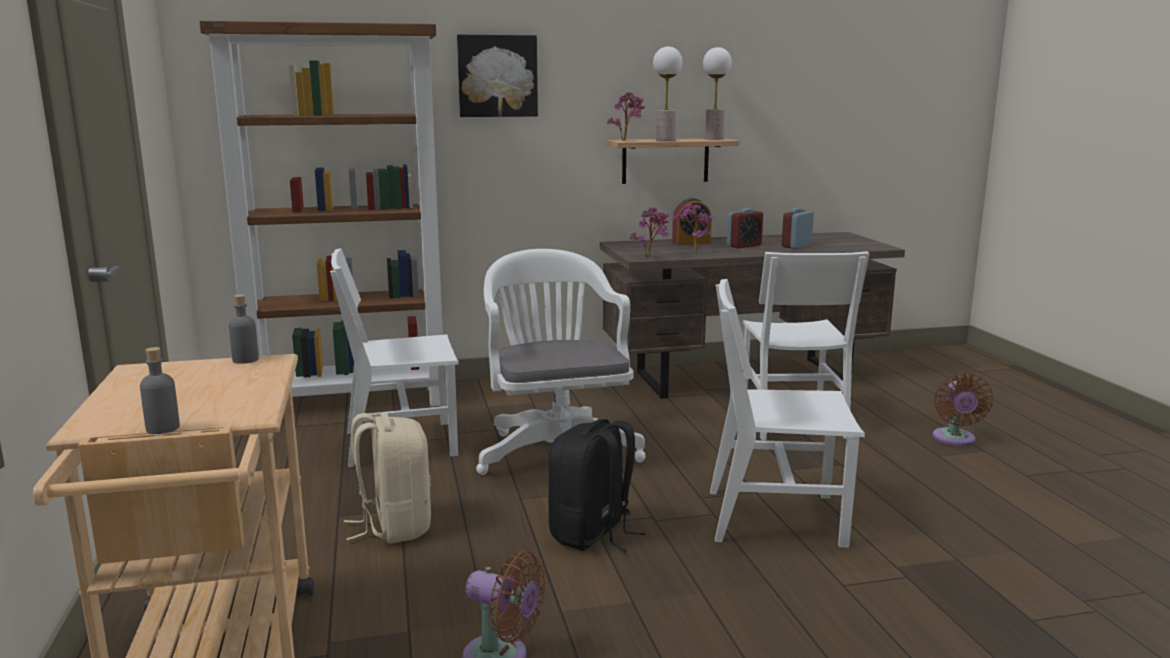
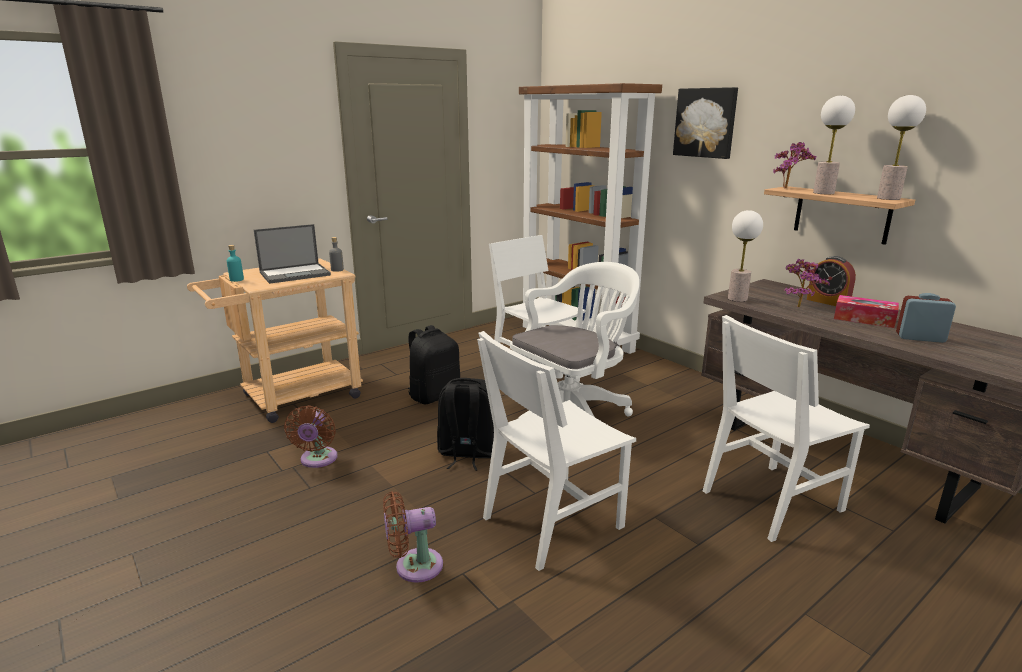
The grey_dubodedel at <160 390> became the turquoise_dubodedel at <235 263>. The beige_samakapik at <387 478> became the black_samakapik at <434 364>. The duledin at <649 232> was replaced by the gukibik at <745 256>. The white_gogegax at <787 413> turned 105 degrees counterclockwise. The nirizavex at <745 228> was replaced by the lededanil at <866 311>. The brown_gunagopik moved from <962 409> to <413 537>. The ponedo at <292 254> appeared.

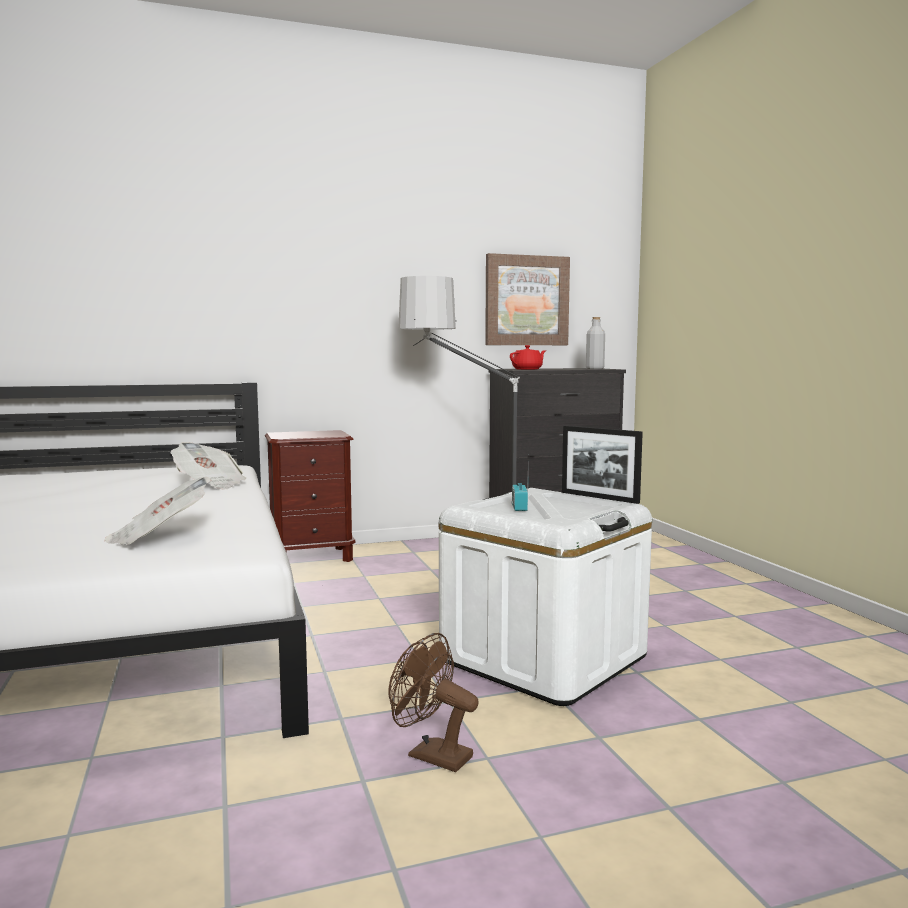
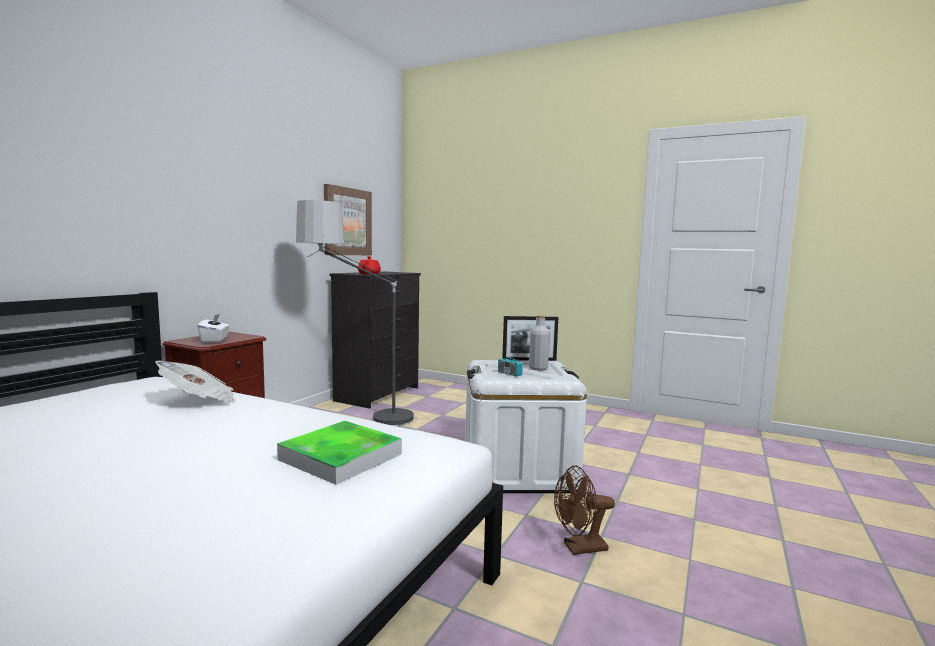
The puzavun at <157 511> was replaced by the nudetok at <339 453>. The grey_dubodedel moved from <595 343> to <539 343>. The white_lededanil at <214 328> appeared.

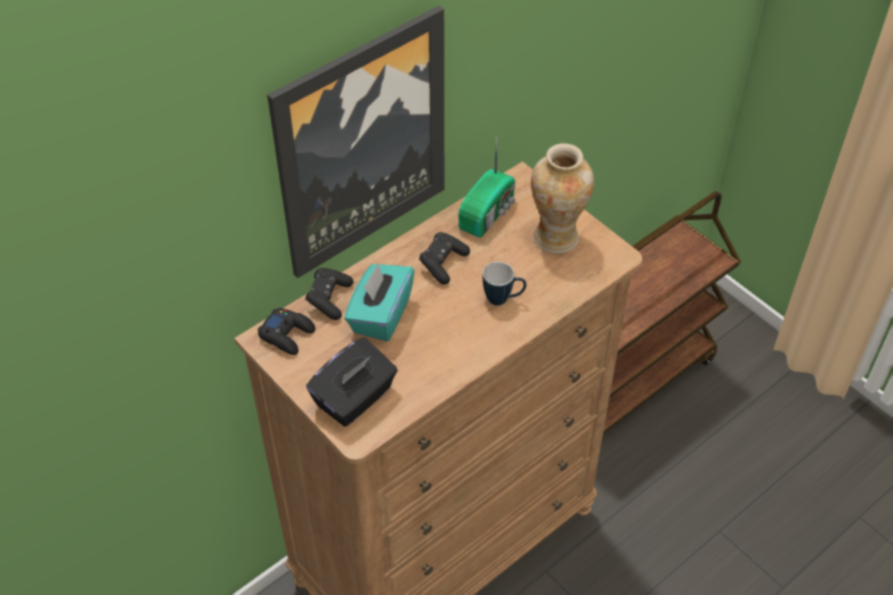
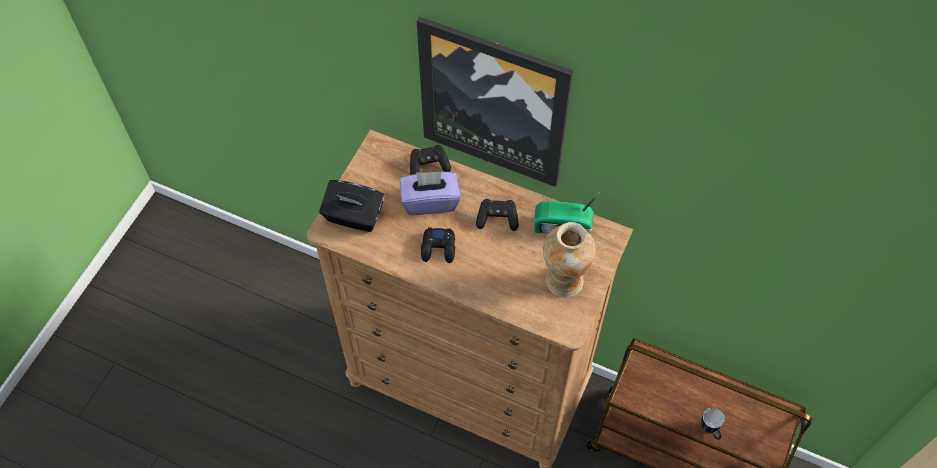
The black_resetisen moved from <286 331> to <438 245>. The turquoise_lededanil at <379 302> became the purple_lededanil at <430 193>. The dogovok moved from <504 283> to <713 424>.

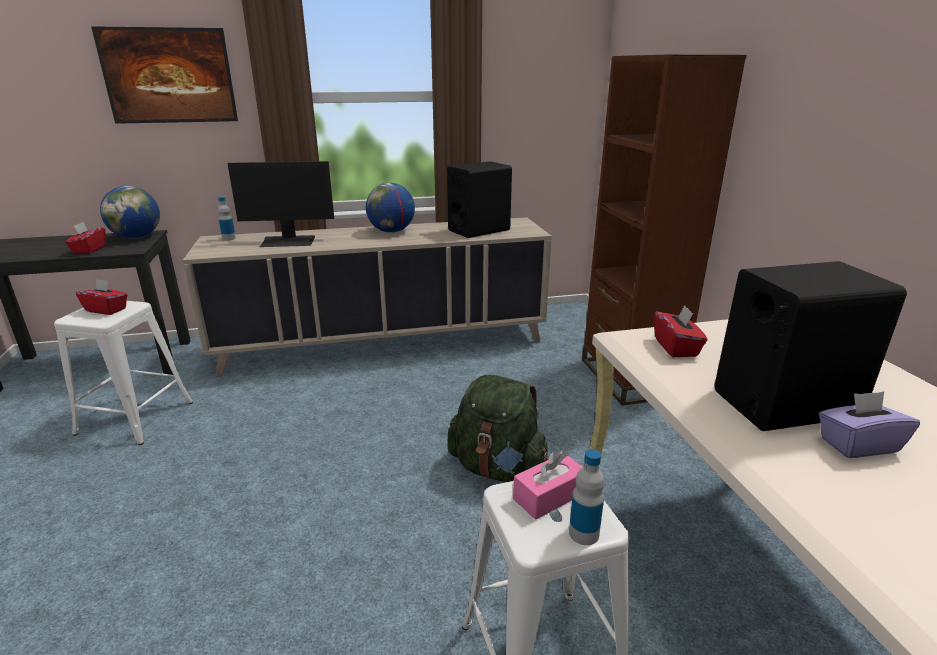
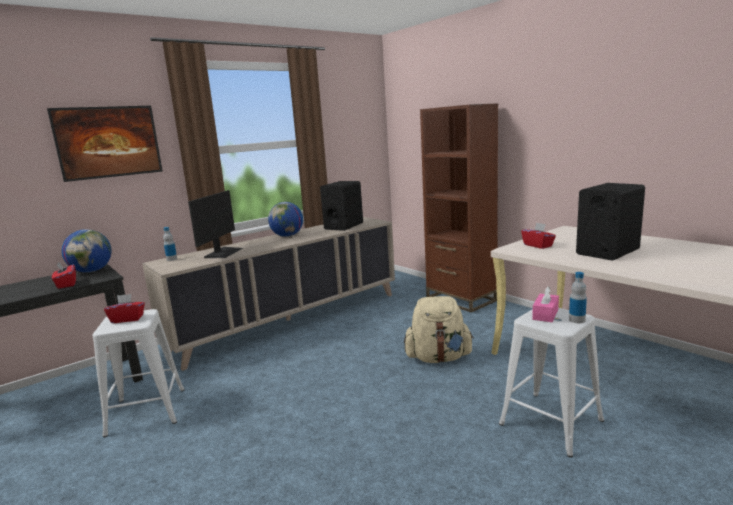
The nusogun at <280 204> turned 45 degrees counterclockwise. The green_samakapik at <498 428> became the beige_samakapik at <439 329>. The purple_lededanil at <869 424> disappeared.

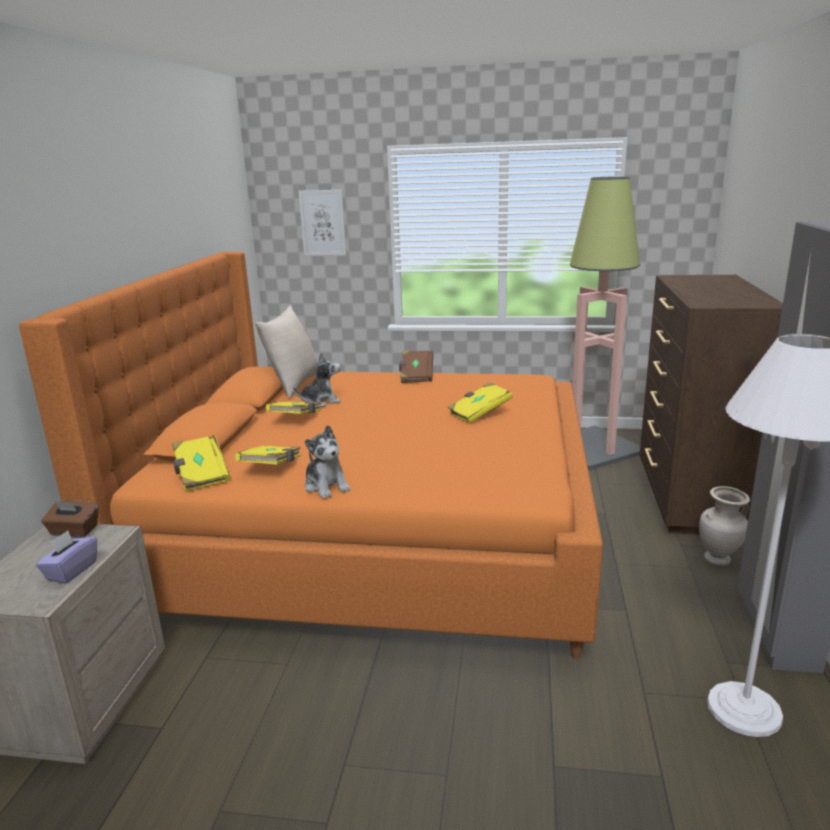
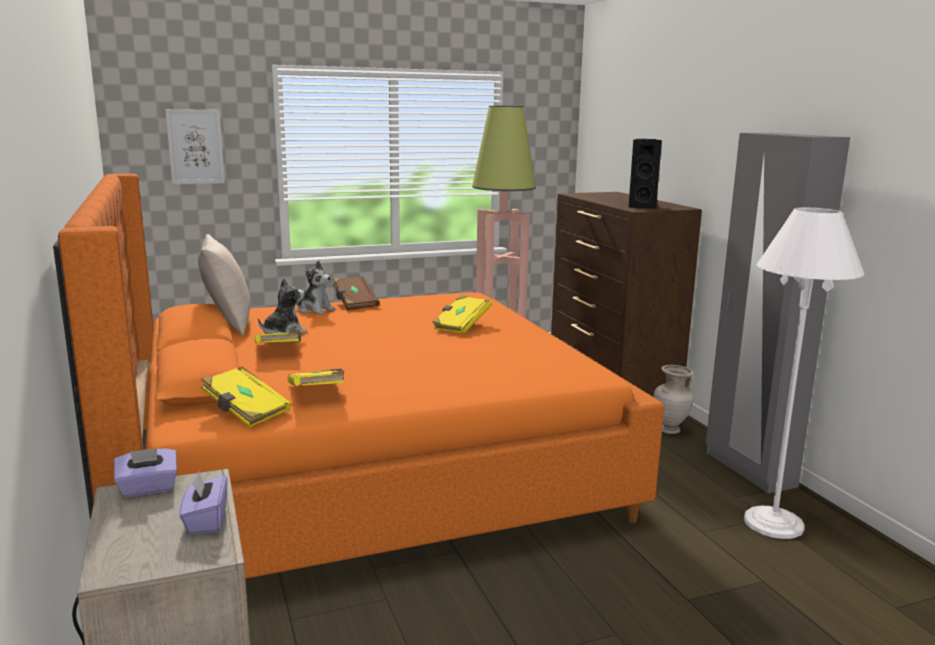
The brown_lededanil at <69 518> became the purple_lededanil at <145 473>. The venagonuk moved from <328 462> to <316 287>. The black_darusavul at <645 174> appeared.

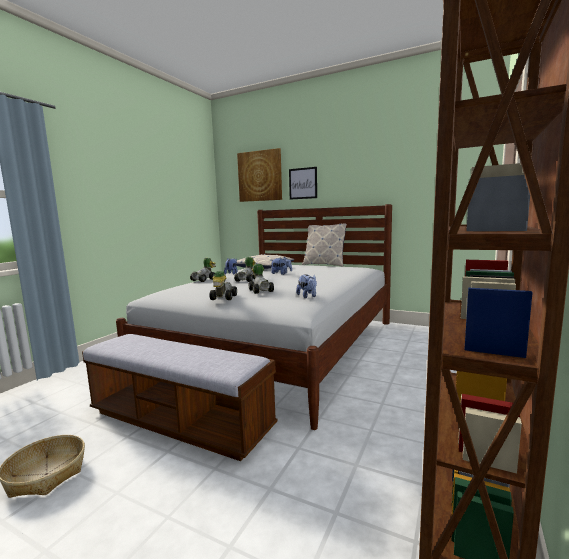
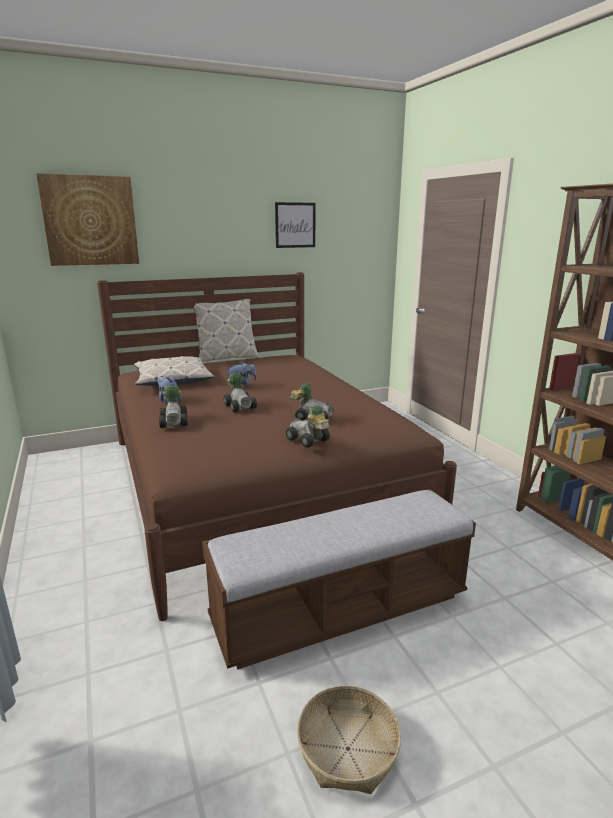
The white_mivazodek at <254 317> became the brown_mivazodek at <277 446>. The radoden moved from <303 183> to <295 225>. The venagonuk at <306 286> disappeared.

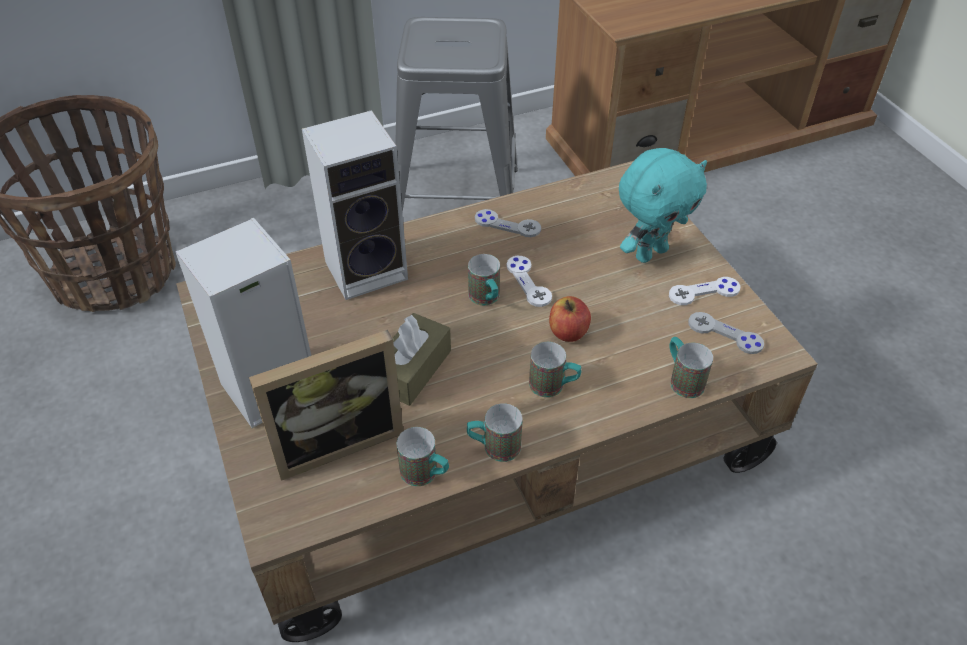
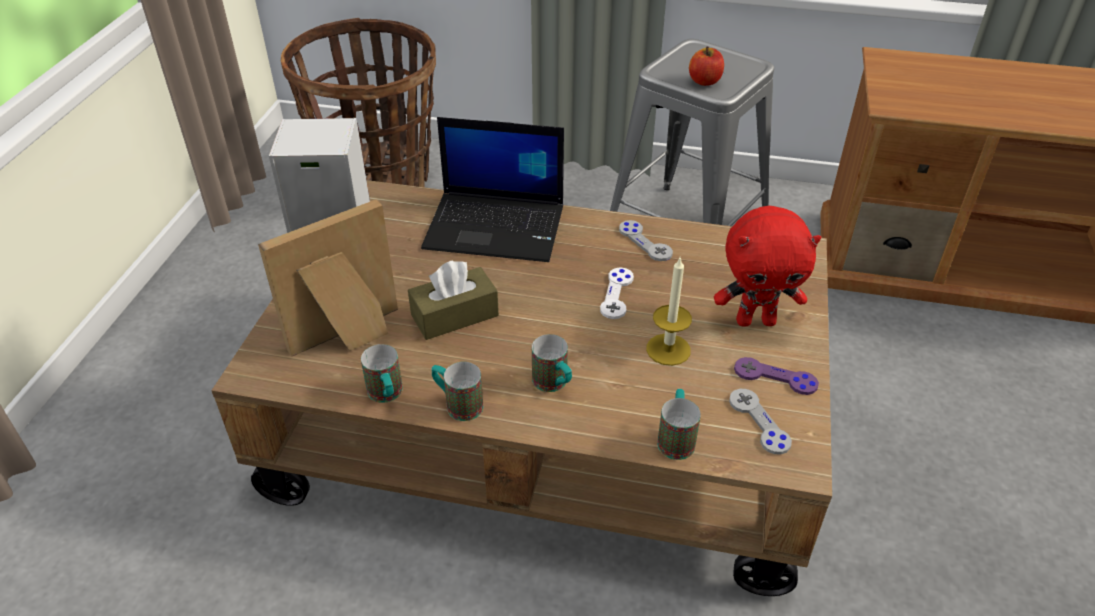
The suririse at <326 405> turned 135 degrees clockwise. The darusavul at <355 205> was replaced by the ponedo at <492 189>. The dogovok at <484 279> disappeared. The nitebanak moved from <570 319> to <706 66>. The turquoise_venagonuk at <663 205> became the red_venagonuk at <767 266>. The white_resetisen at <704 291> became the purple_resetisen at <776 376>. The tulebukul at <669 312> appeared.

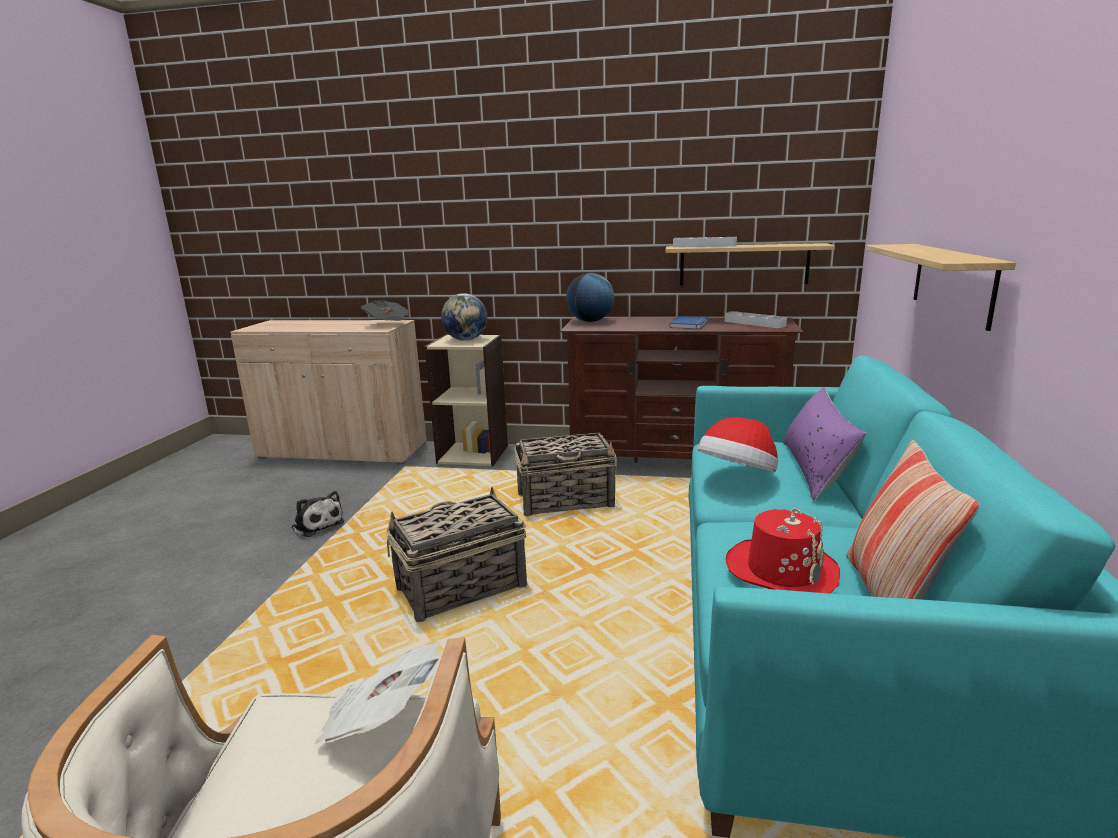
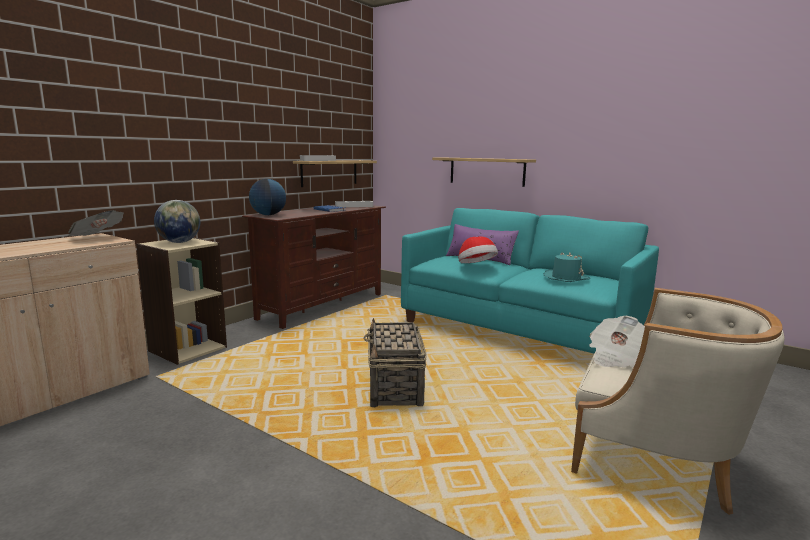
The venagonuk at <318 514> disappeared. The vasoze at <566 474> disappeared. The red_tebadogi at <783 551> became the turquoise_tebadogi at <566 267>. The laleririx at <913 519> disappeared.

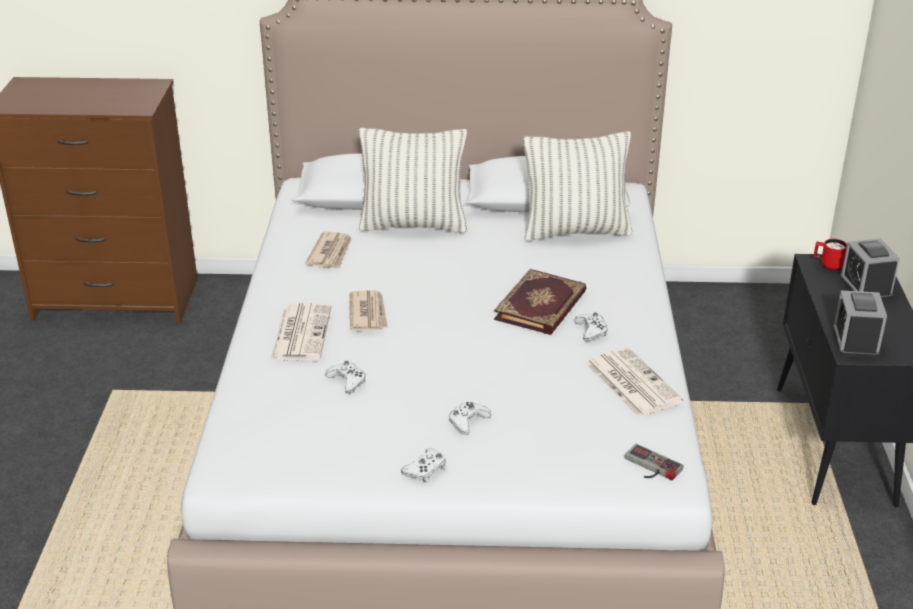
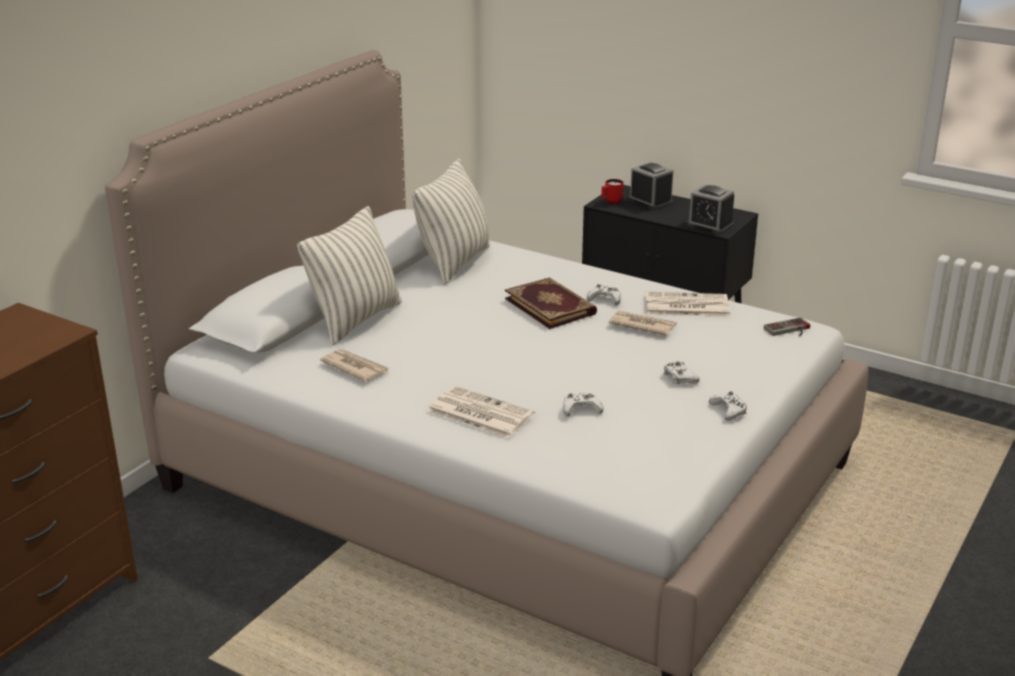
The puzavun moved from <369 310> to <643 322>. The nirizavex at <869 269> turned 150 degrees counterclockwise.

